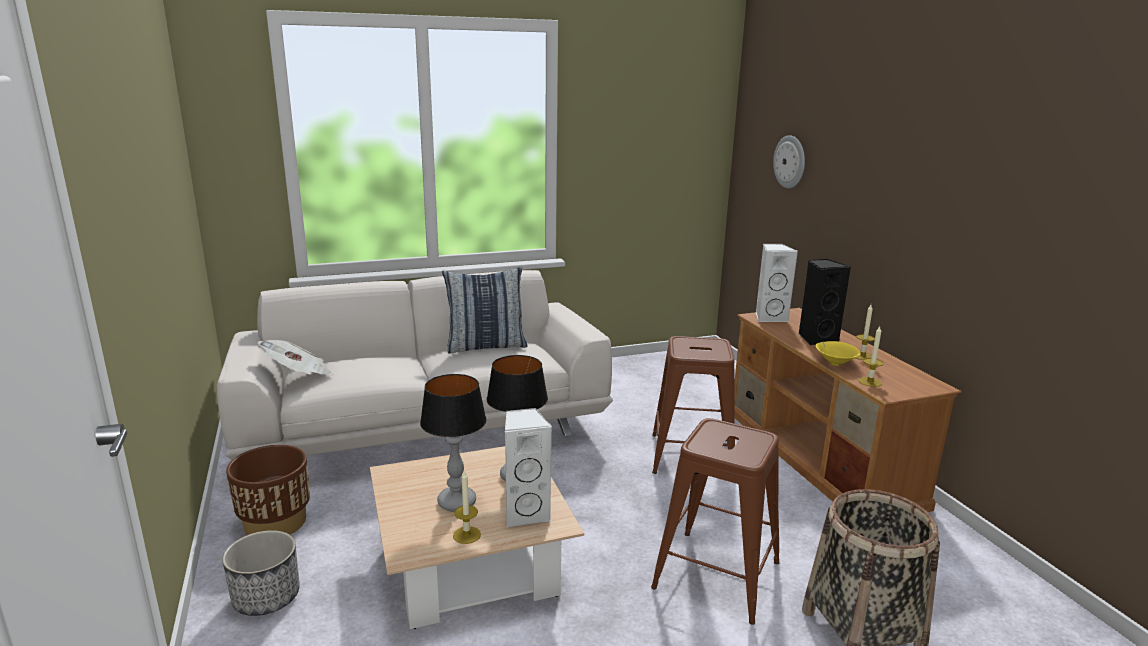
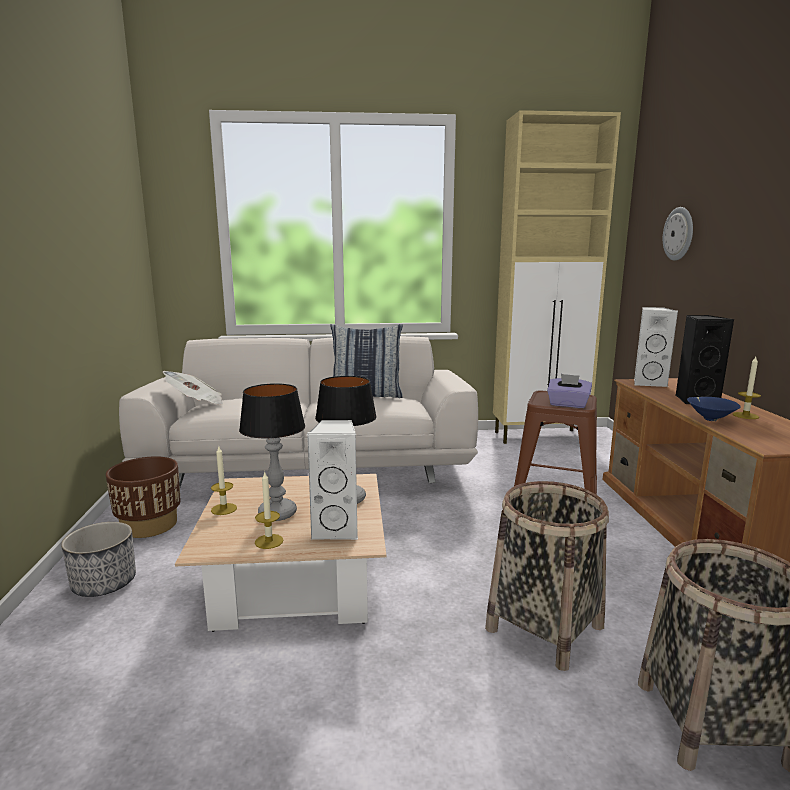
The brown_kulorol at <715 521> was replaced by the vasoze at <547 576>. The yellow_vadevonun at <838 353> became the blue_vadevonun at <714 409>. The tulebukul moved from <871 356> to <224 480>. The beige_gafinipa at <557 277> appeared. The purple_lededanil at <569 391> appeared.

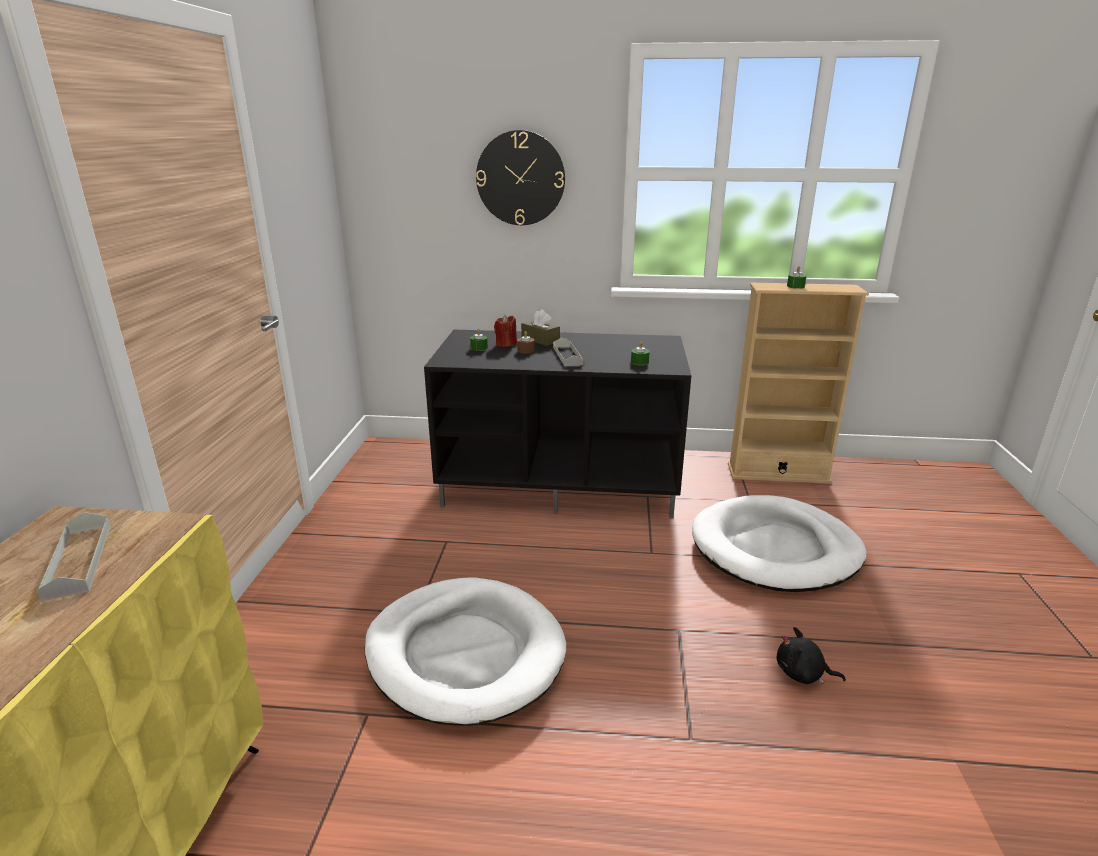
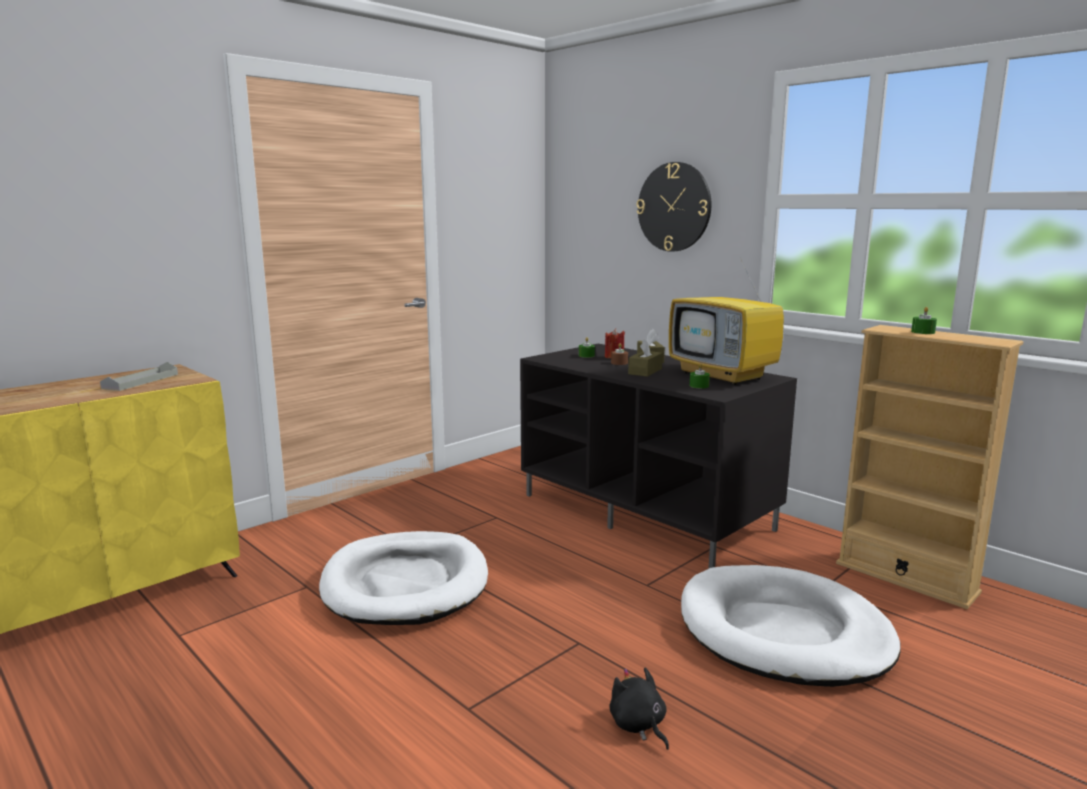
The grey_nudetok at <568 352> was replaced by the brown_lededanil at <645 358>. The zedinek at <726 318> appeared.

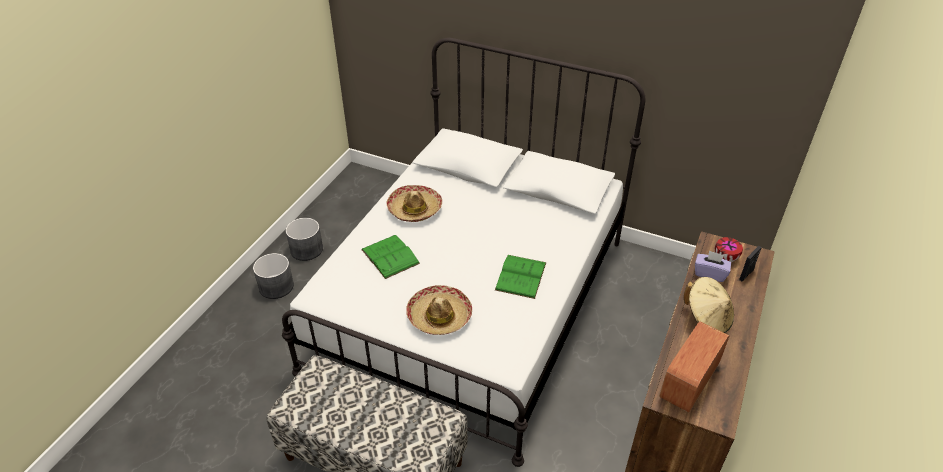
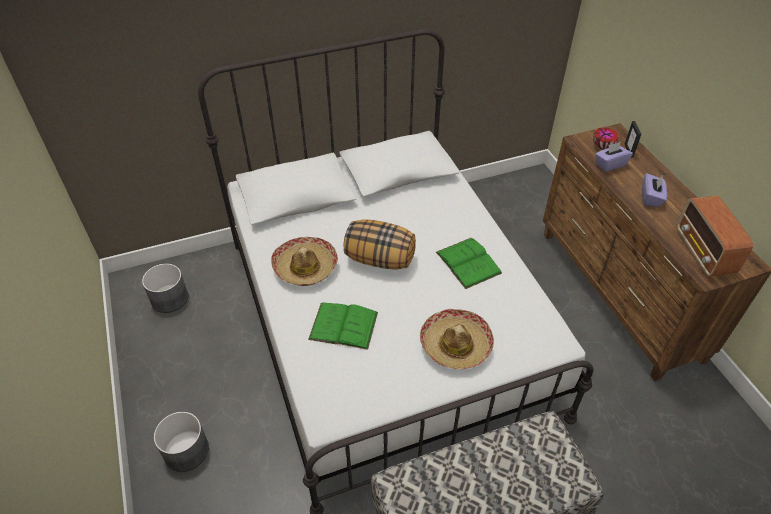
The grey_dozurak moved from <304 239> to <165 288>. The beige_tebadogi at <708 305> was replaced by the purple_lededanil at <654 190>. The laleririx at <380 244> appeared.

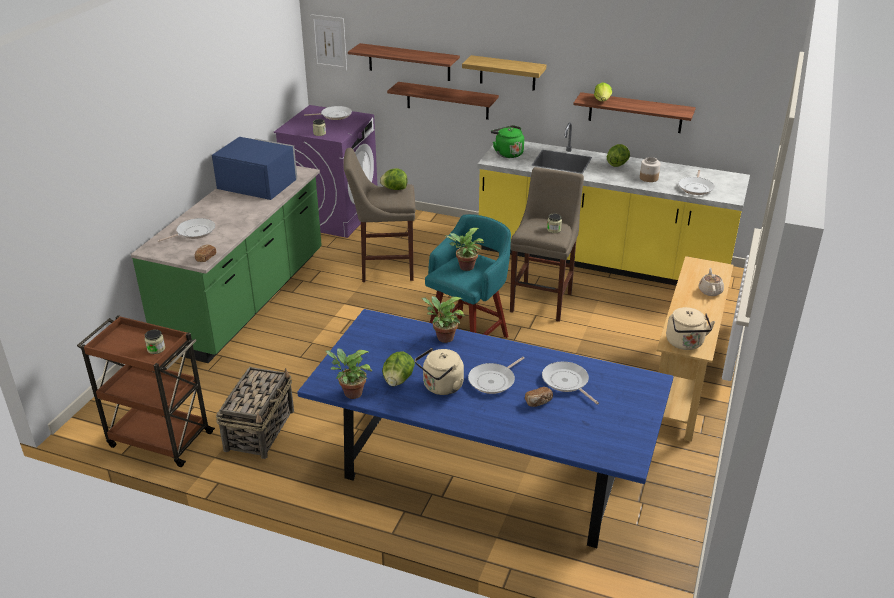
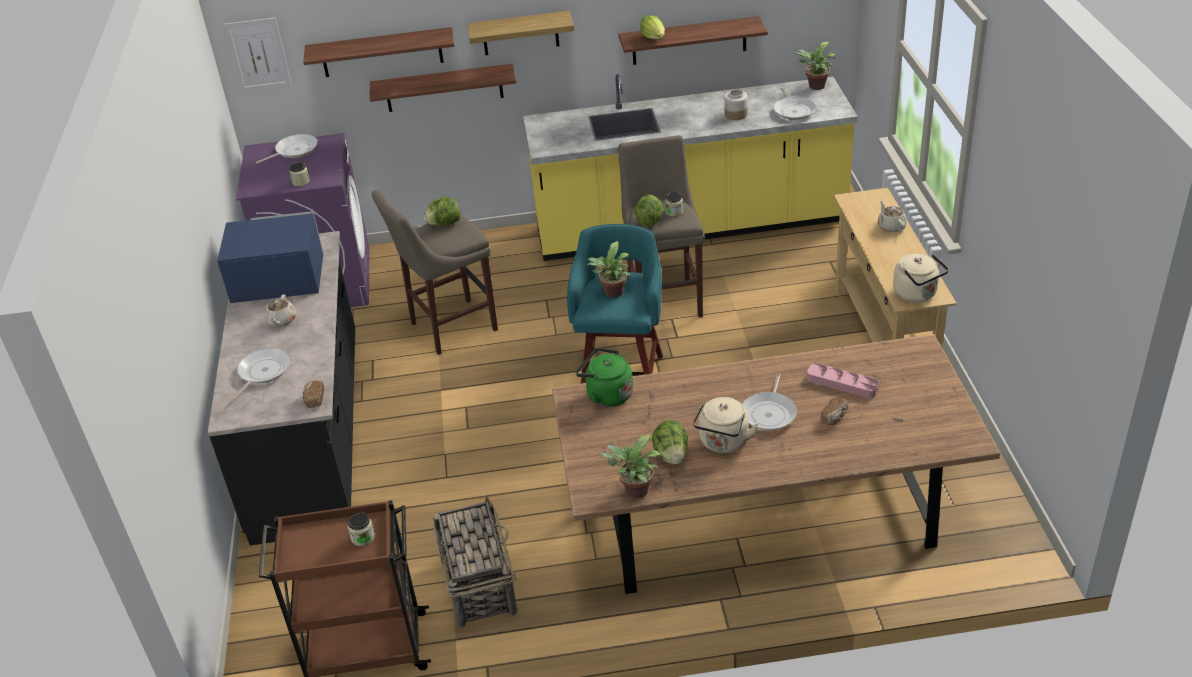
The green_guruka at <226 264> became the black_guruka at <281 388>. The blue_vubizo at <485 428> became the brown_vubizo at <776 464>. The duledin moved from <443 319> to <815 66>. The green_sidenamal moved from <507 141> to <604 377>. The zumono at <570 383> was replaced by the pink_nudetok at <843 380>. The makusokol moved from <618 155> to <648 211>. The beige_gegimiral at <280 310> appeared.

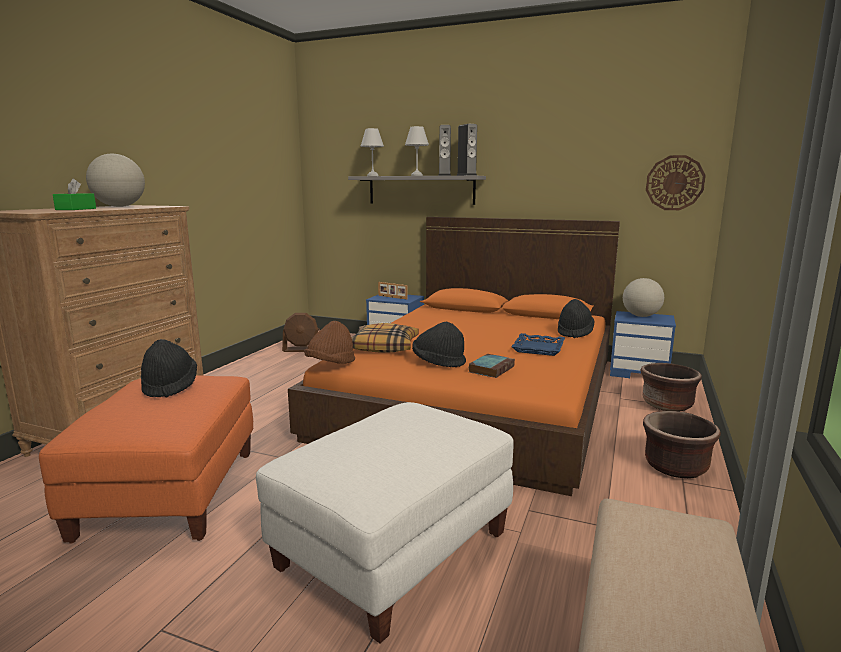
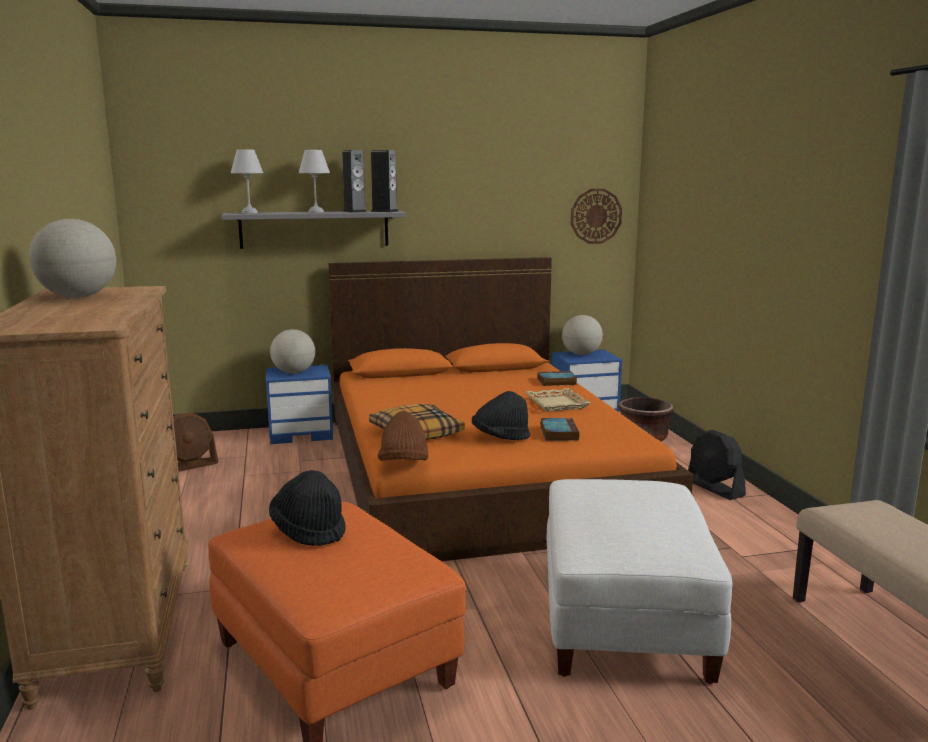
The green_lededanil at <74 194> disappeared. The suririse at <393 291> was replaced by the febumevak at <292 351>. The blue_nudetok at <538 344> became the beige_nudetok at <557 400>. The black_tebadogi at <576 318> was replaced by the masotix at <557 378>. The brown_dozurak at <682 444> was replaced by the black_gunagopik at <717 464>.

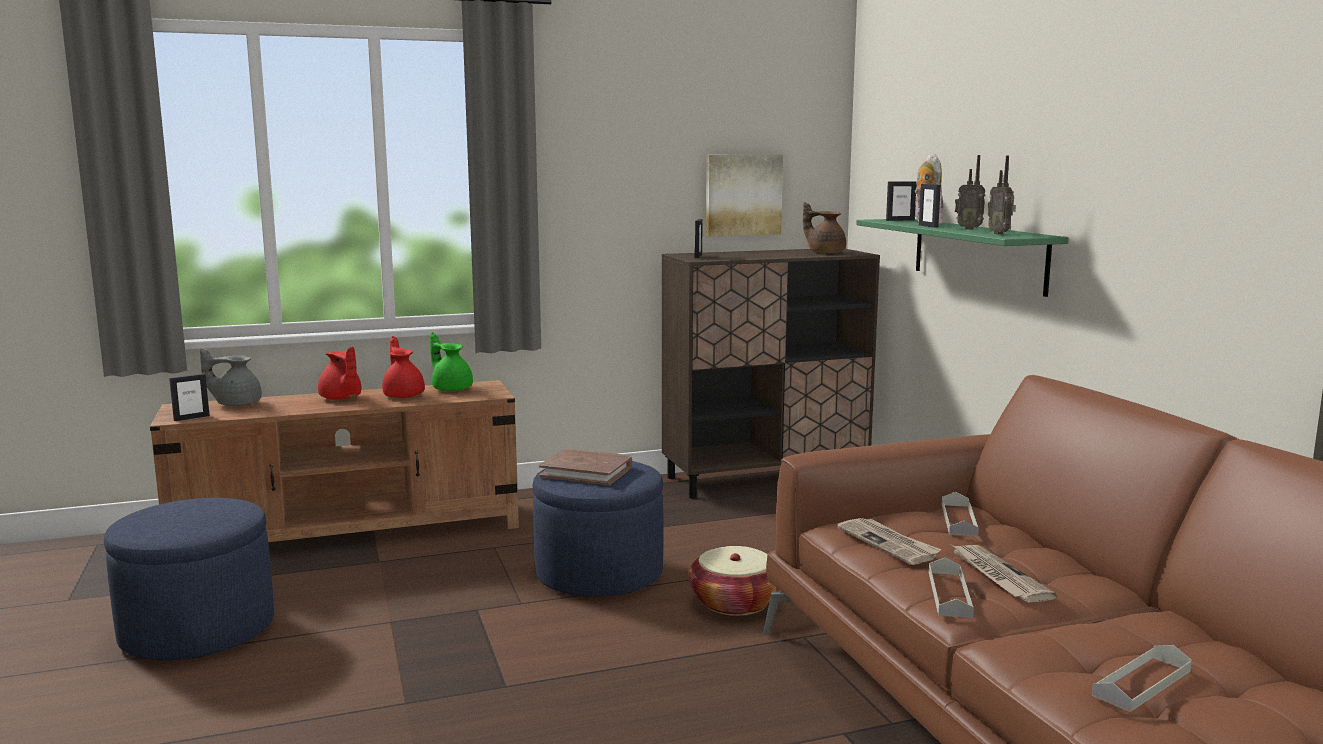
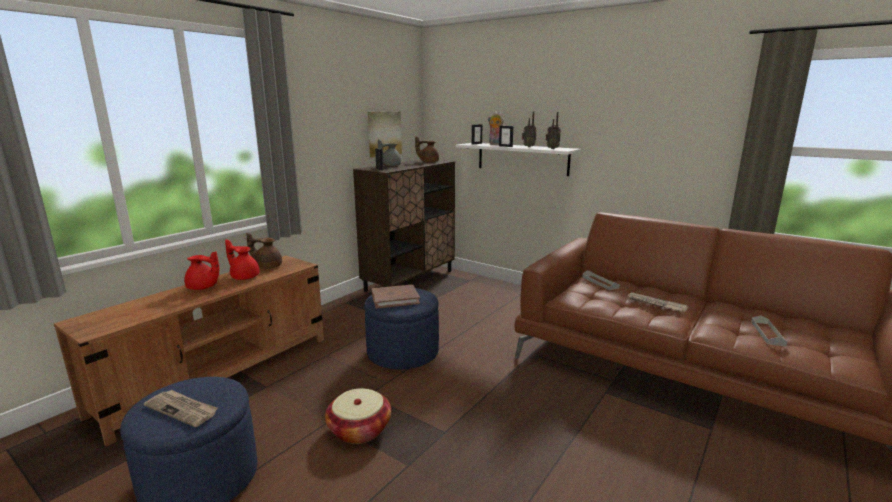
The suririse at <189 397> disappeared. The grey_gegimiral moved from <231 377> to <389 152>. The green_gegimiral at <451 361> became the brown_gegimiral at <264 251>. The vasoze moved from <733 581> to <358 416>. The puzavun moved from <889 541> to <181 408>. The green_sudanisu at <962 258> became the white_sudanisu at <518 159>. The grey_nudetok at <951 587> disappeared.

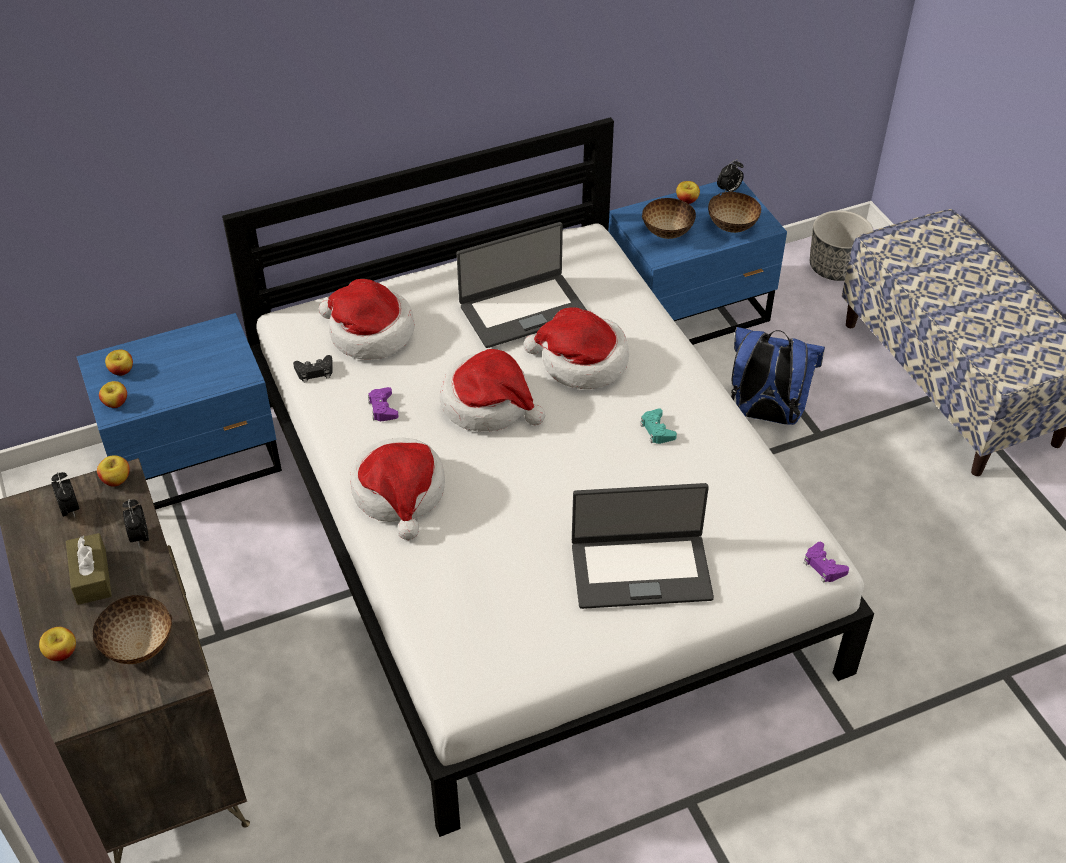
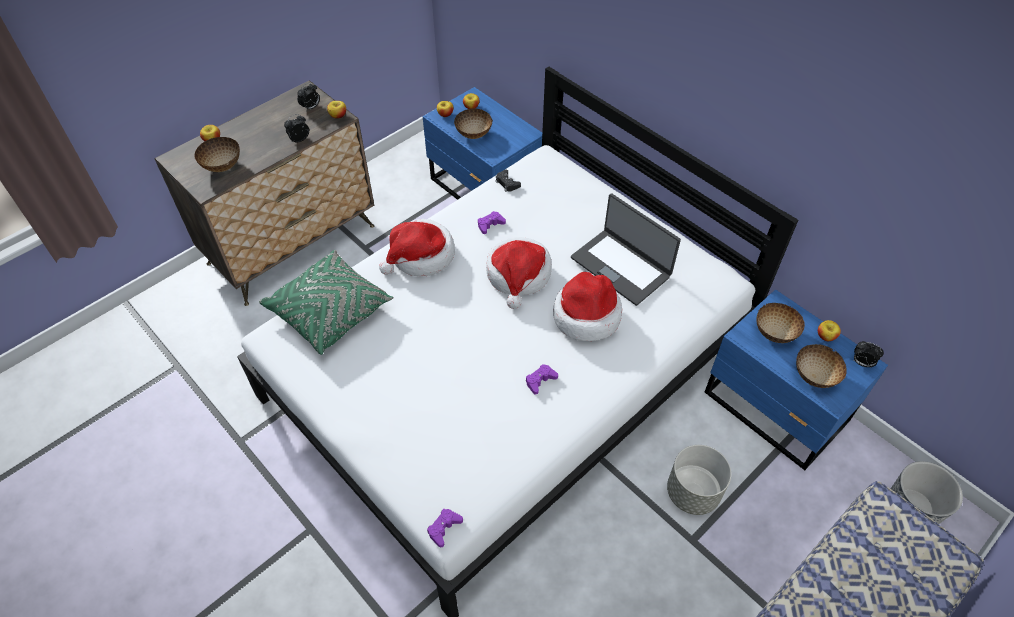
The brown_lededanil at <89 569> disappeared. The tebadogi at <367 319> disappeared. The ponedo at <643 546> disappeared. The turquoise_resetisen at <658 426> became the purple_resetisen at <542 379>. The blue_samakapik at <778 376> was replaced by the grey_dozurak at <699 480>. The green_laleririx at <326 302> appeared. The vadevonun at <473 123> appeared.

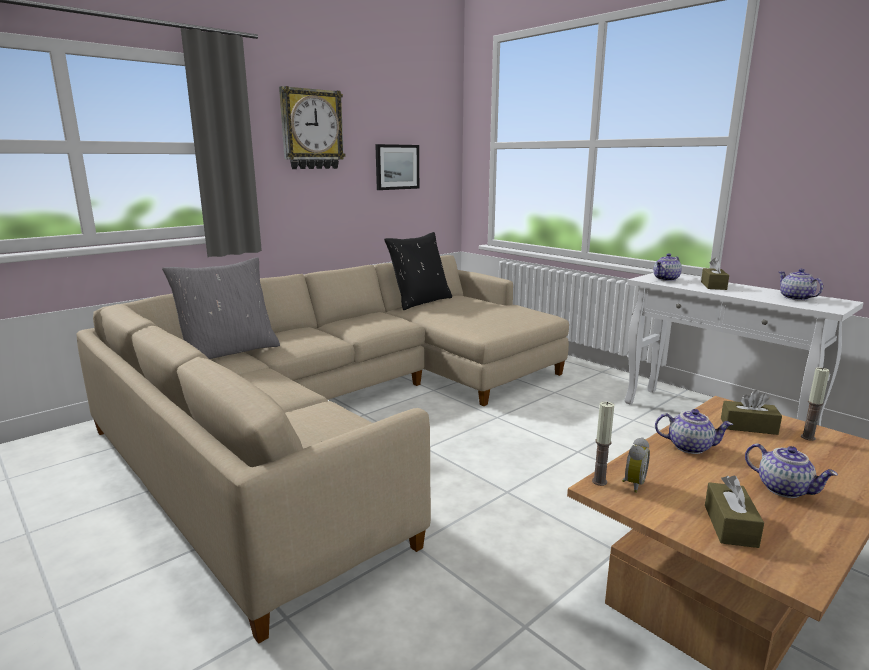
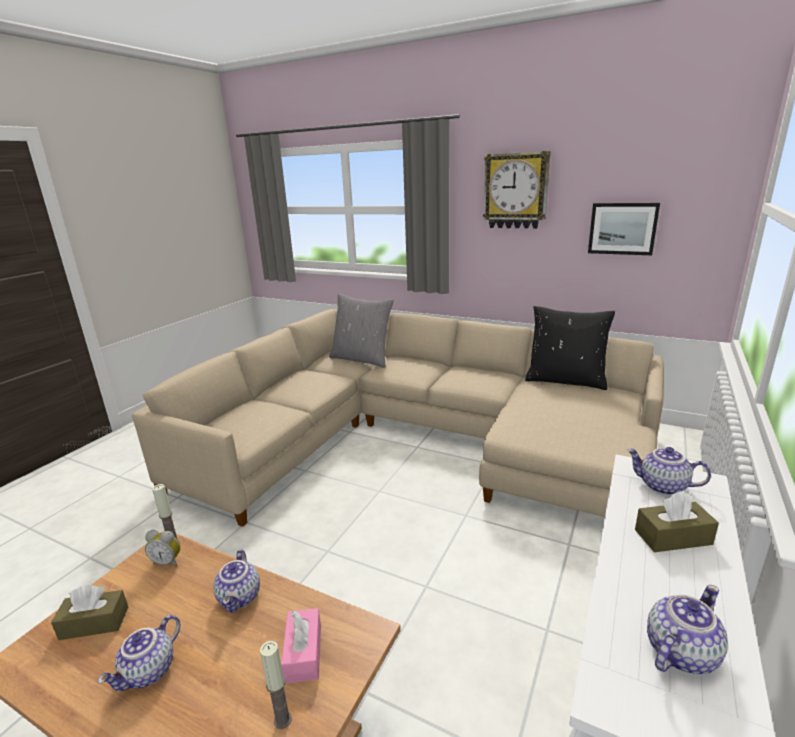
The brown_lededanil at <751 412> became the pink_lededanil at <301 646>.

